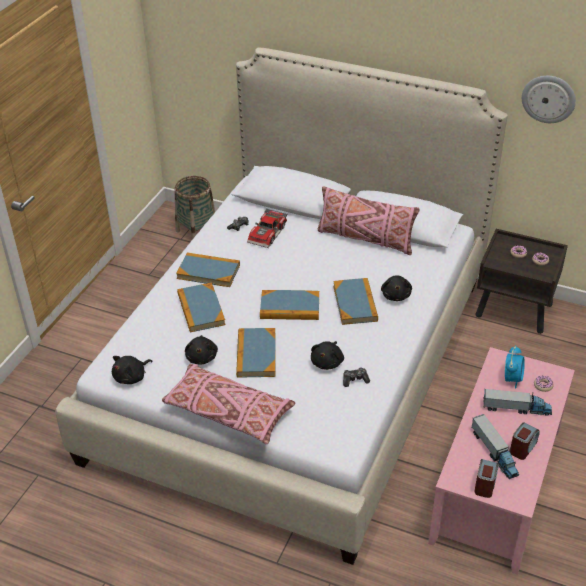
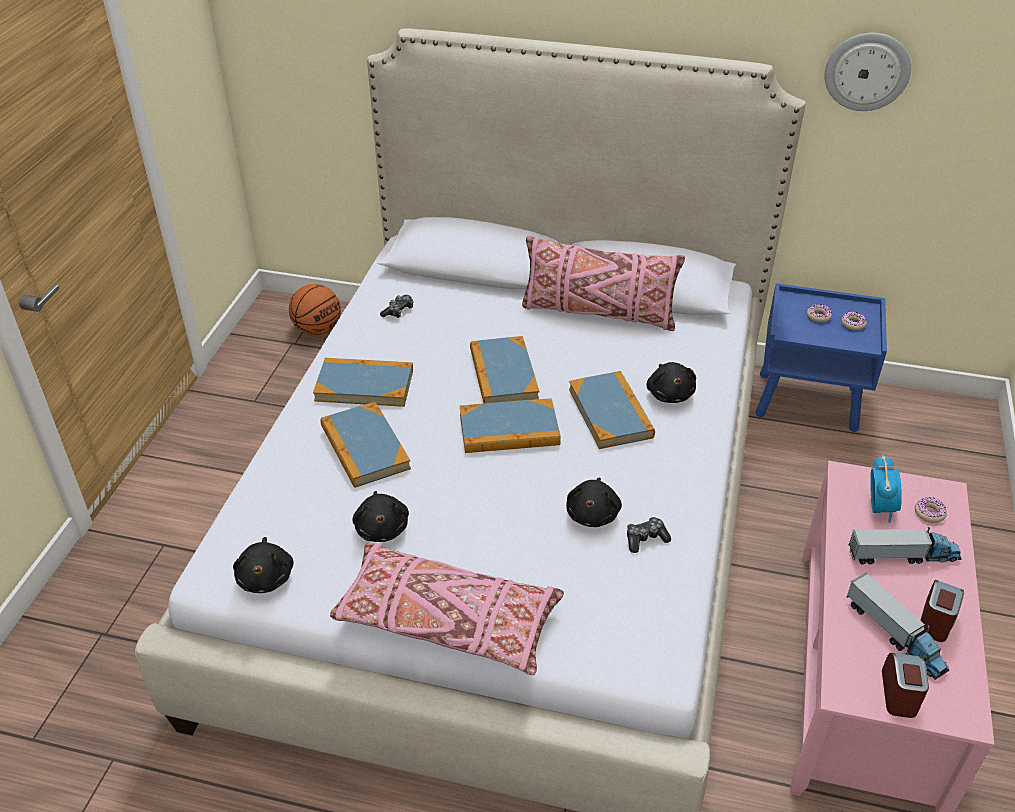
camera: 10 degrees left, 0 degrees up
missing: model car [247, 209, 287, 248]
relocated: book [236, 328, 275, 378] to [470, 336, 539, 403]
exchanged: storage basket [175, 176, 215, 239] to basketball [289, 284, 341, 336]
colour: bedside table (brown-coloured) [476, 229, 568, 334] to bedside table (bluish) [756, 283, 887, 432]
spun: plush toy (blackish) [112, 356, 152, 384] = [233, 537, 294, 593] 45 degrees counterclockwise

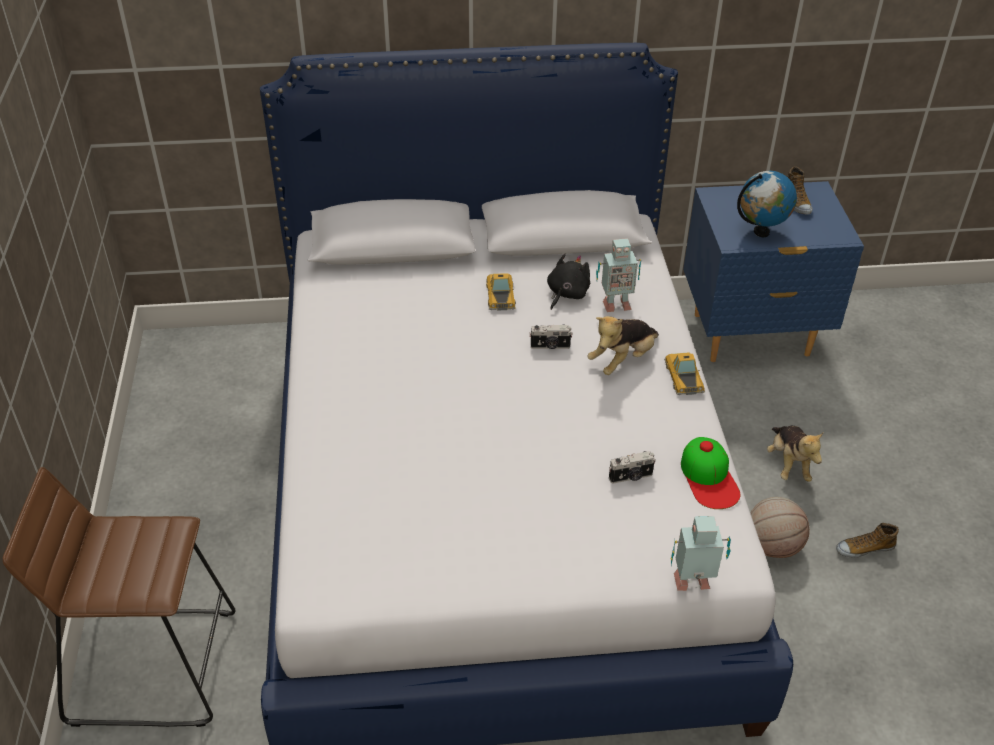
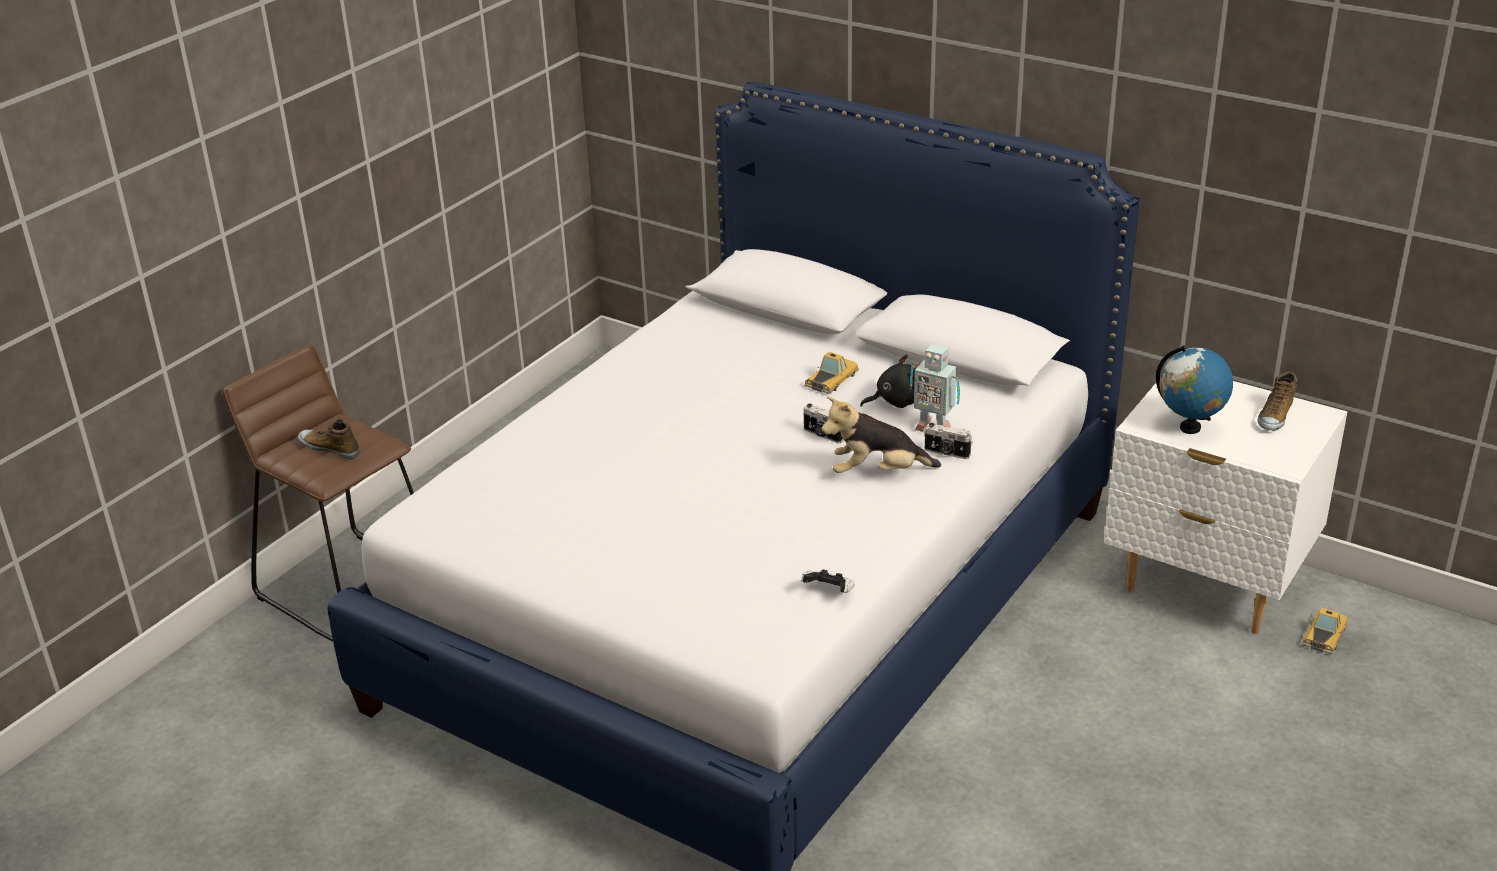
camera: 40 degrees right, 10 degrees down
missing: model robot [671, 516, 731, 591]; basketball [751, 497, 810, 558]; plush toy [767, 426, 823, 481]
relocated: item of footwear [836, 523, 899, 558] to [298, 419, 360, 459]; photo camera [609, 451, 656, 483] to [924, 423, 973, 459]; model car [664, 352, 705, 395] to [1302, 608, 1348, 654]
exchanged: cap [681, 437, 740, 509] to gamepad [801, 569, 855, 593]
colour: bedside table (bluish) [683, 181, 864, 362] to bedside table (white) [1104, 381, 1347, 634]

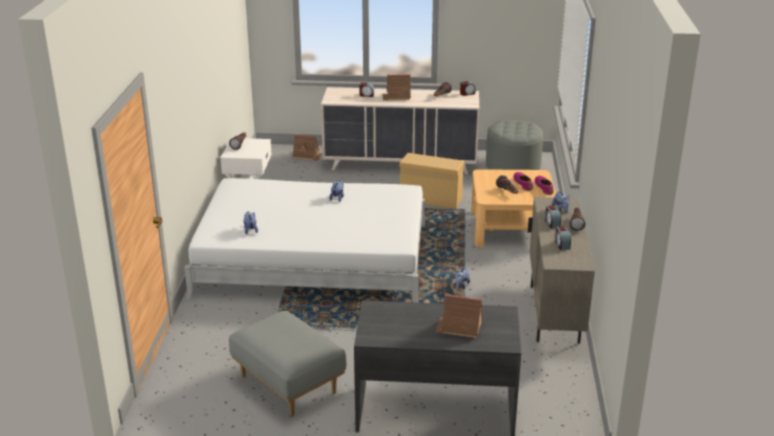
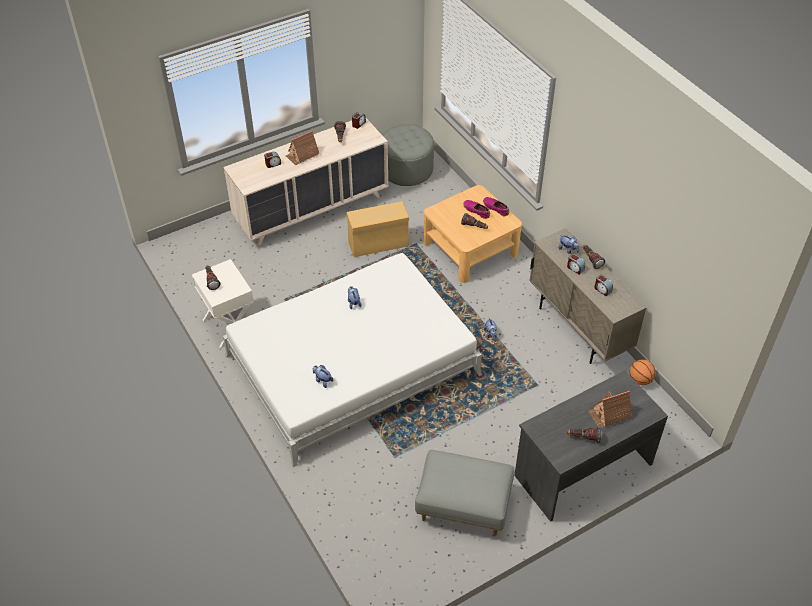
camera: 35 degrees left, 20 degrees up
missing: model house [293, 134, 322, 161]
appeared: flashlight [567, 427, 602, 443]; basketball [630, 360, 656, 385]

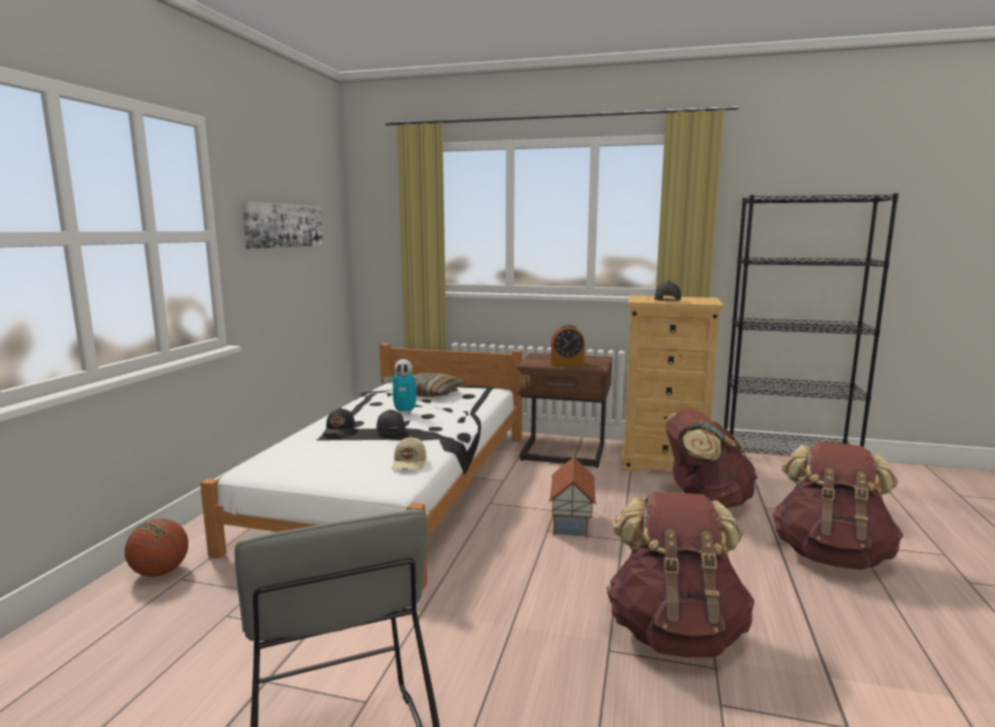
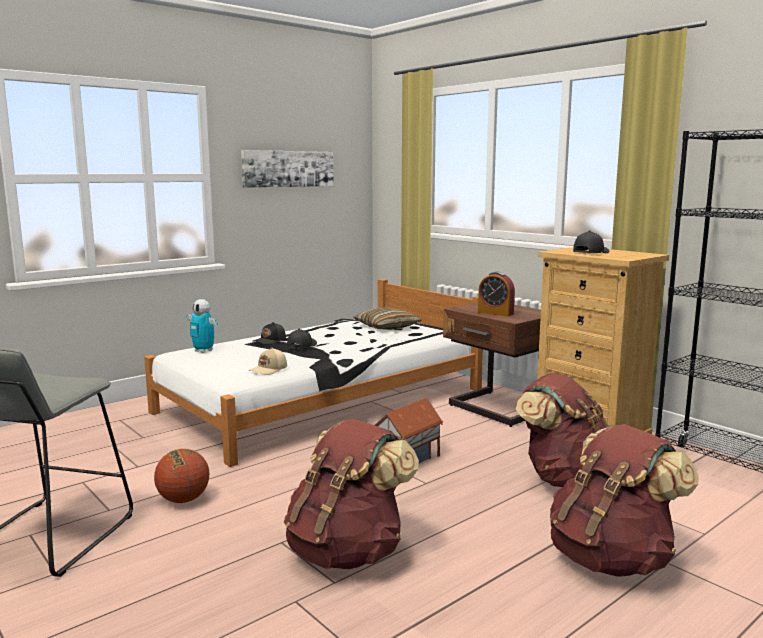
camera: 35 degrees right, 0 degrees up
relocated: basketball [125, 519, 188, 577] to [154, 449, 209, 503]; model robot [380, 359, 428, 414] to [187, 299, 218, 353]

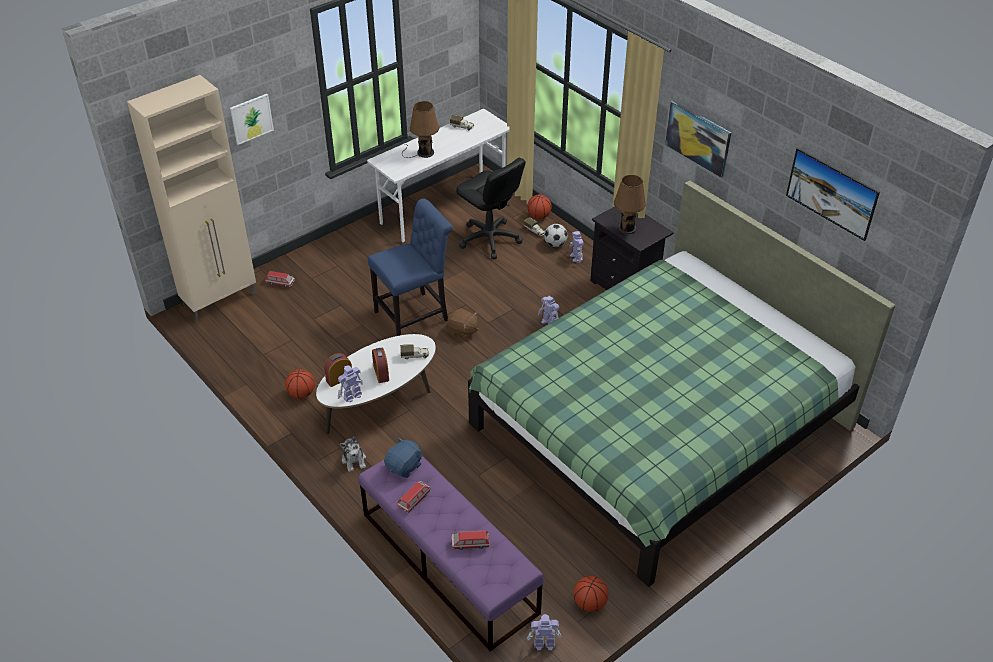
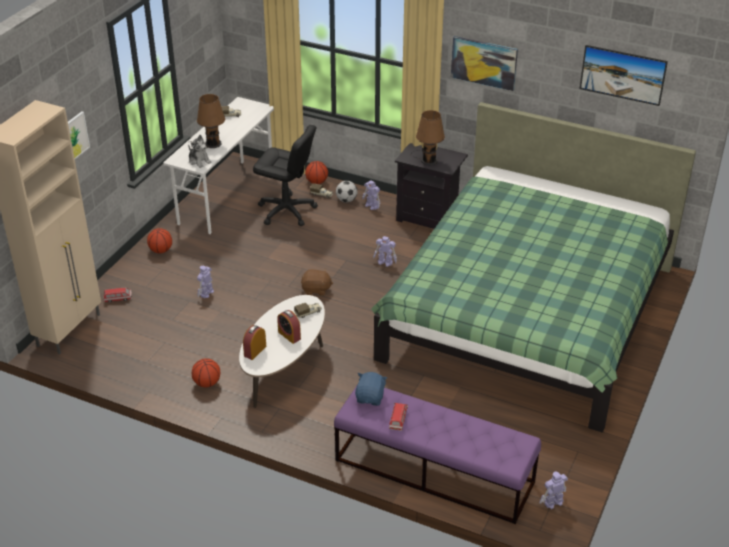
camera: 25 degrees left, 5 degrees down
missing: plain chair (bluish) [368, 199, 453, 336]; model car [452, 530, 490, 550]
relocated: basketball [574, 576, 608, 612] to [147, 228, 172, 253]; plush toy [340, 436, 366, 472] to [188, 135, 212, 168]; model robot [338, 366, 363, 402] to [197, 266, 214, 298]

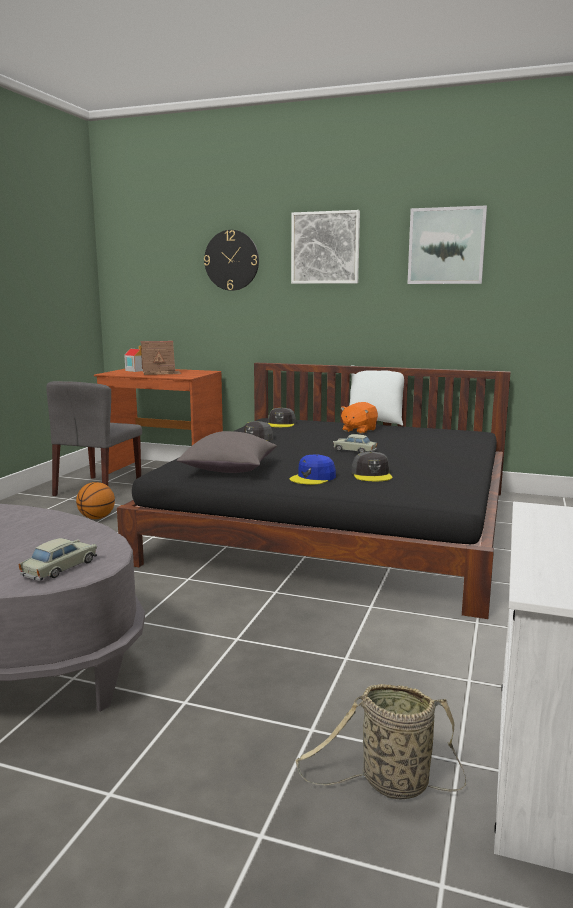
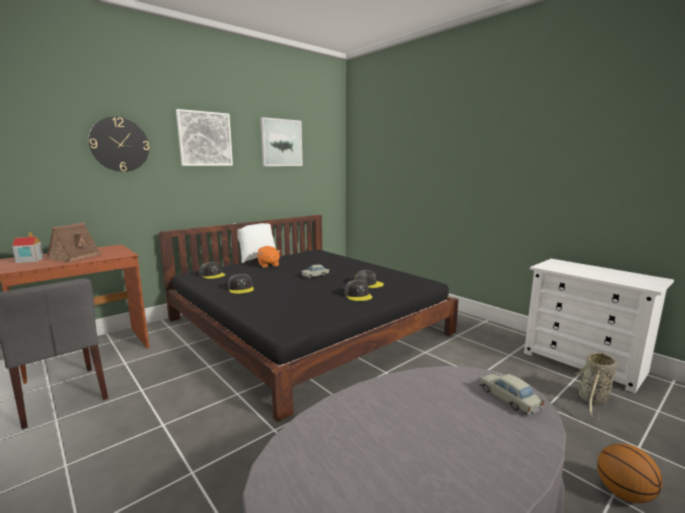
camera: 60 degrees left, 0 degrees up
missing: pillow (grey) [177, 431, 277, 473]
relocated: basketball [76, 482, 115, 519] to [597, 443, 663, 503]
colour: cap (bluish) [290, 454, 336, 485] to cap (grey) [344, 280, 372, 301]

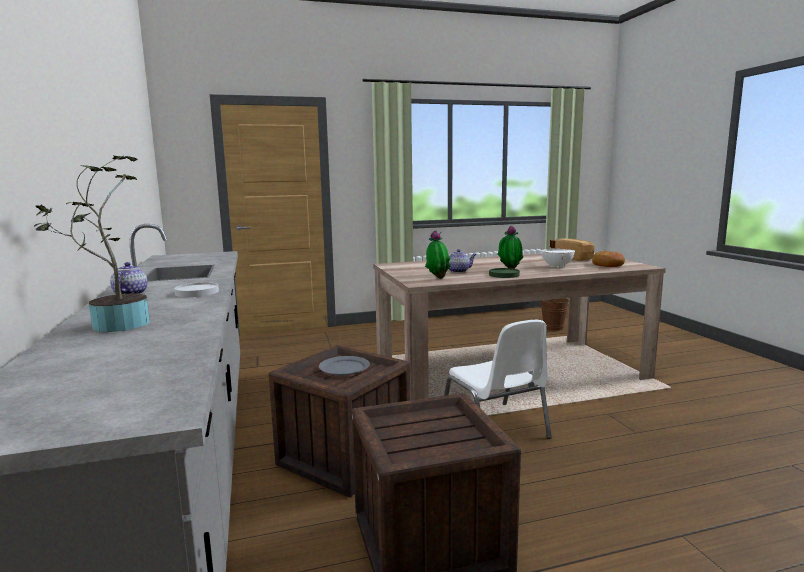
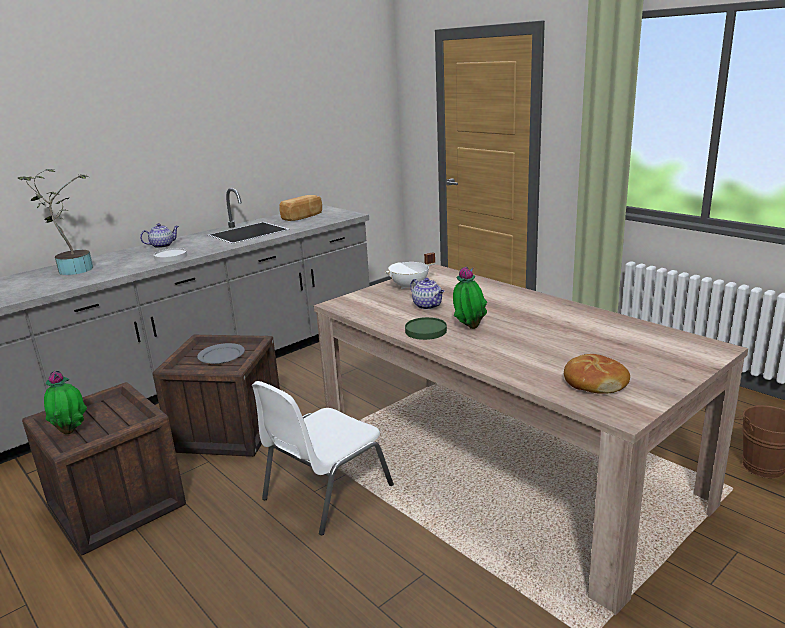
camera: 65 degrees right, 10 degrees up
relocated: potted plant [425, 230, 450, 279] to [44, 371, 87, 434]; baked bread [555, 239, 594, 261] to [280, 195, 322, 221]; saucepot (white) [541, 240, 575, 268] to [385, 252, 435, 289]

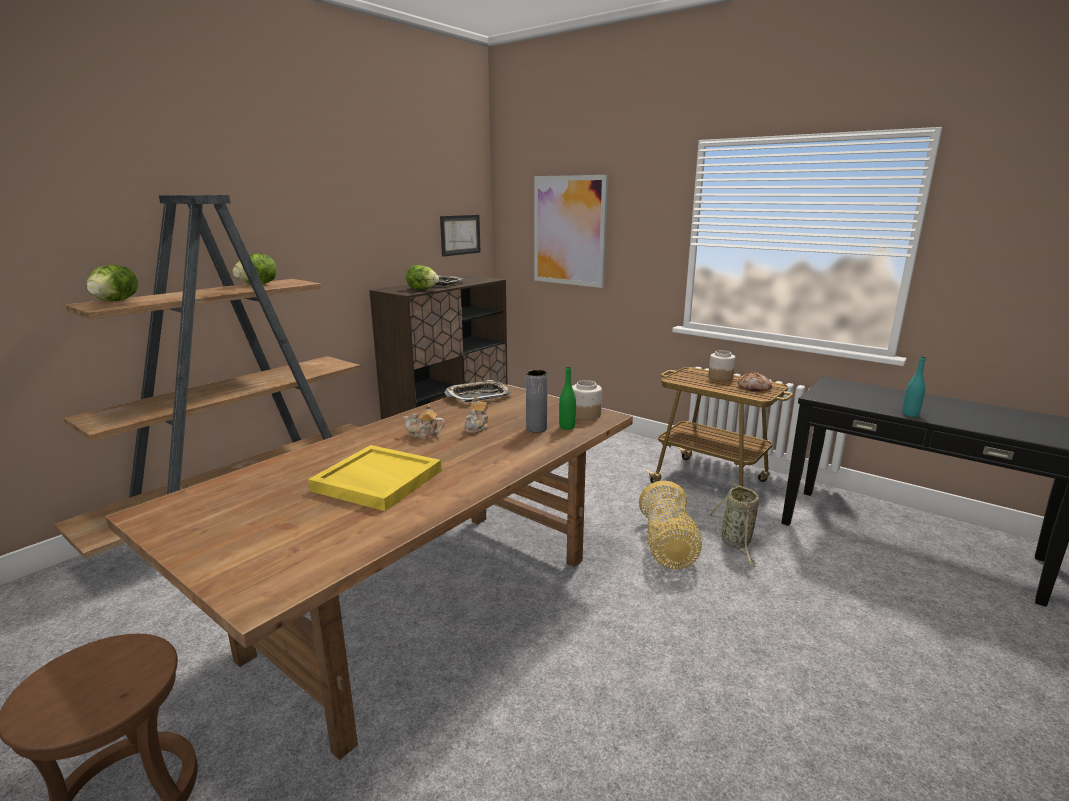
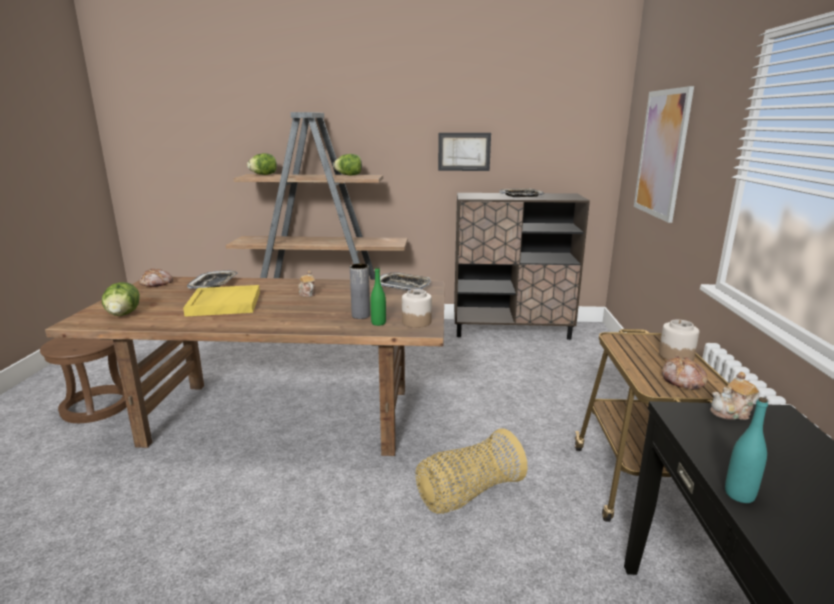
camera: 55 degrees right, 0 degrees up
missing: storage basket [708, 484, 759, 567]
appeared: baked bread [139, 268, 173, 287]; serving tray [187, 271, 238, 289]
relocated: lettuce [406, 265, 439, 290] to [102, 282, 140, 316]; wall picture [440, 215, 481, 257] to [438, 133, 491, 171]; teapot [465, 396, 489, 433] to [710, 372, 759, 420]

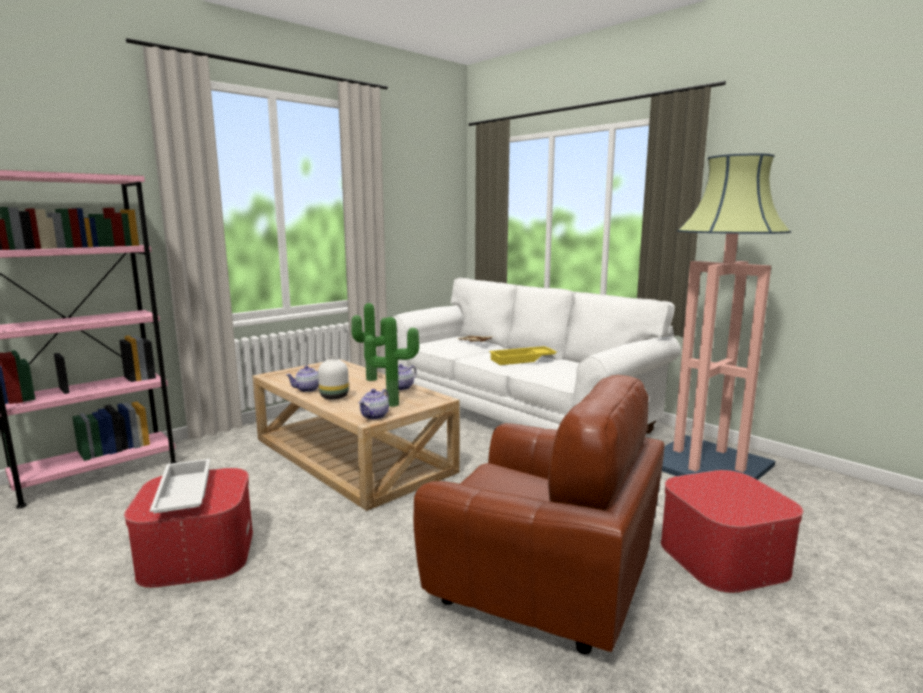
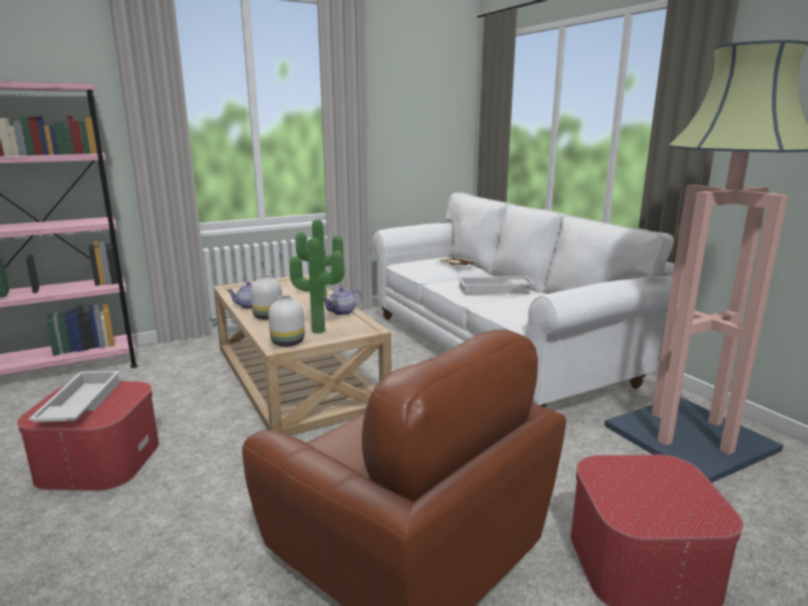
camera: 15 degrees right, 5 degrees up
exchanged: teapot [358, 389, 389, 419] to flower vase (white) [268, 295, 305, 347]
colour: serving tray (yellow) [489, 346, 557, 365] to serving tray (white) [458, 276, 535, 295]

